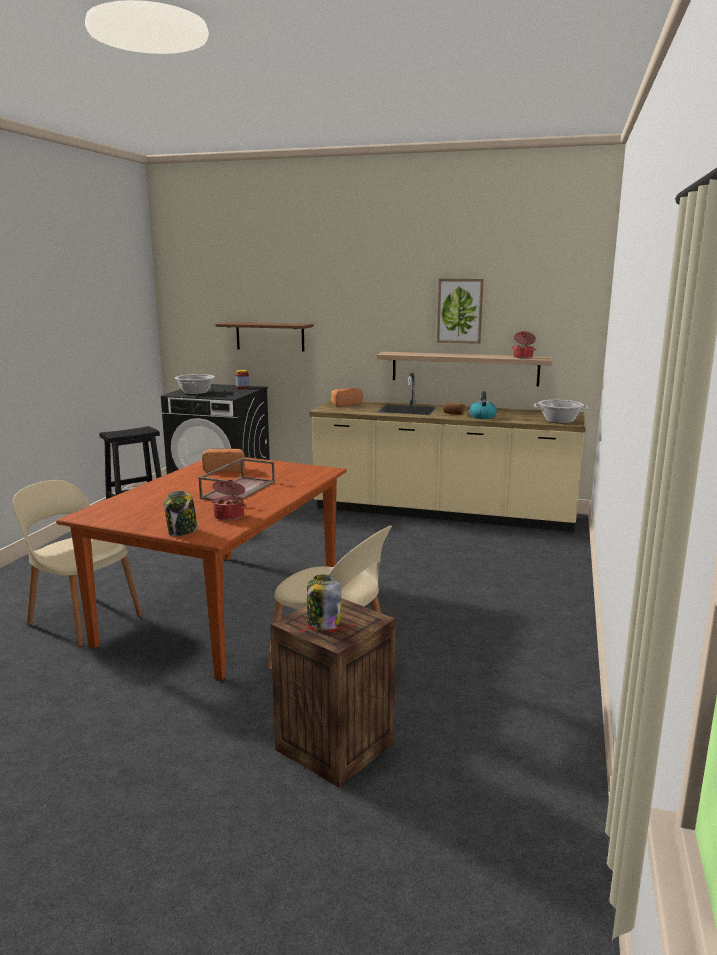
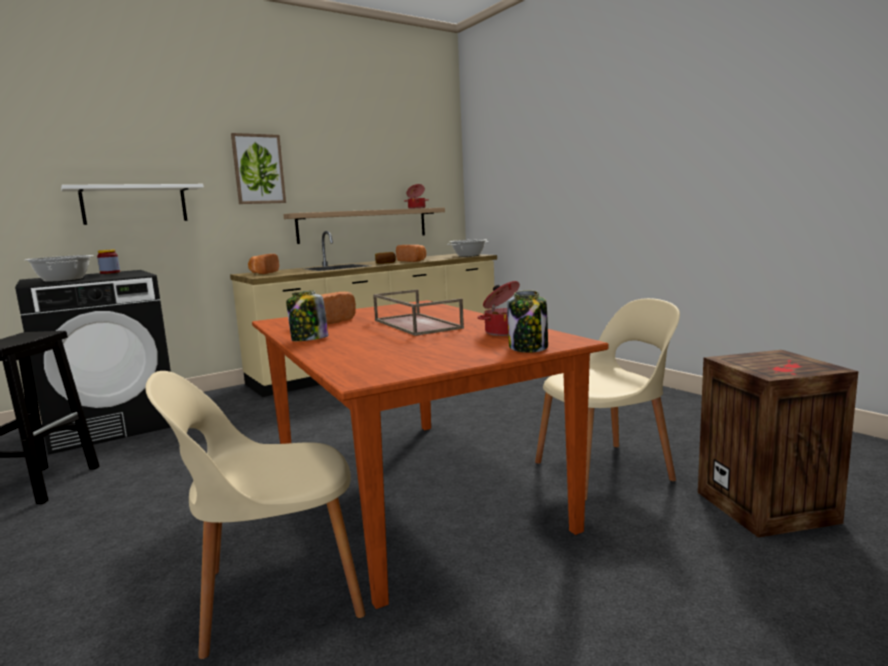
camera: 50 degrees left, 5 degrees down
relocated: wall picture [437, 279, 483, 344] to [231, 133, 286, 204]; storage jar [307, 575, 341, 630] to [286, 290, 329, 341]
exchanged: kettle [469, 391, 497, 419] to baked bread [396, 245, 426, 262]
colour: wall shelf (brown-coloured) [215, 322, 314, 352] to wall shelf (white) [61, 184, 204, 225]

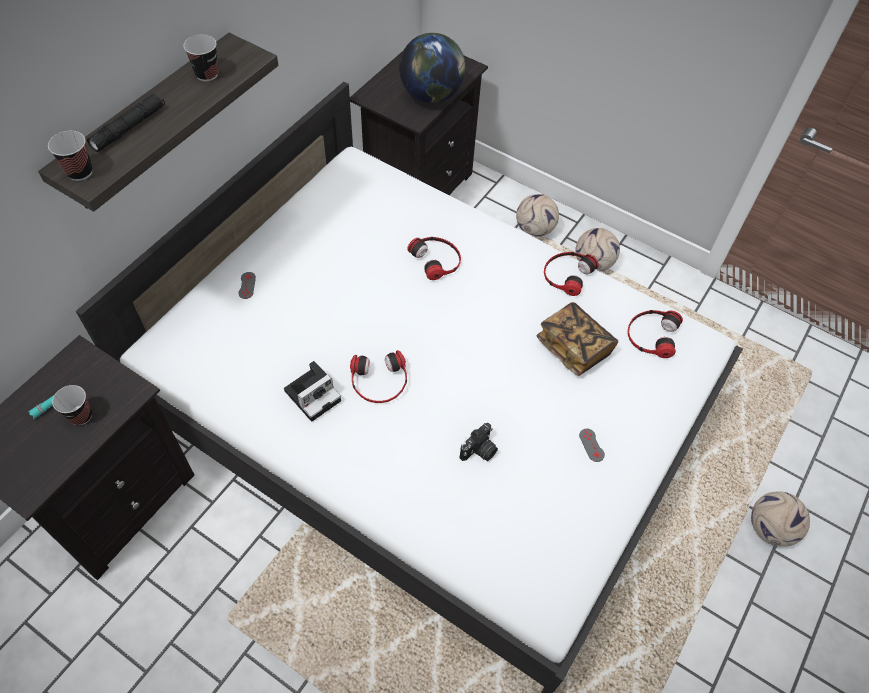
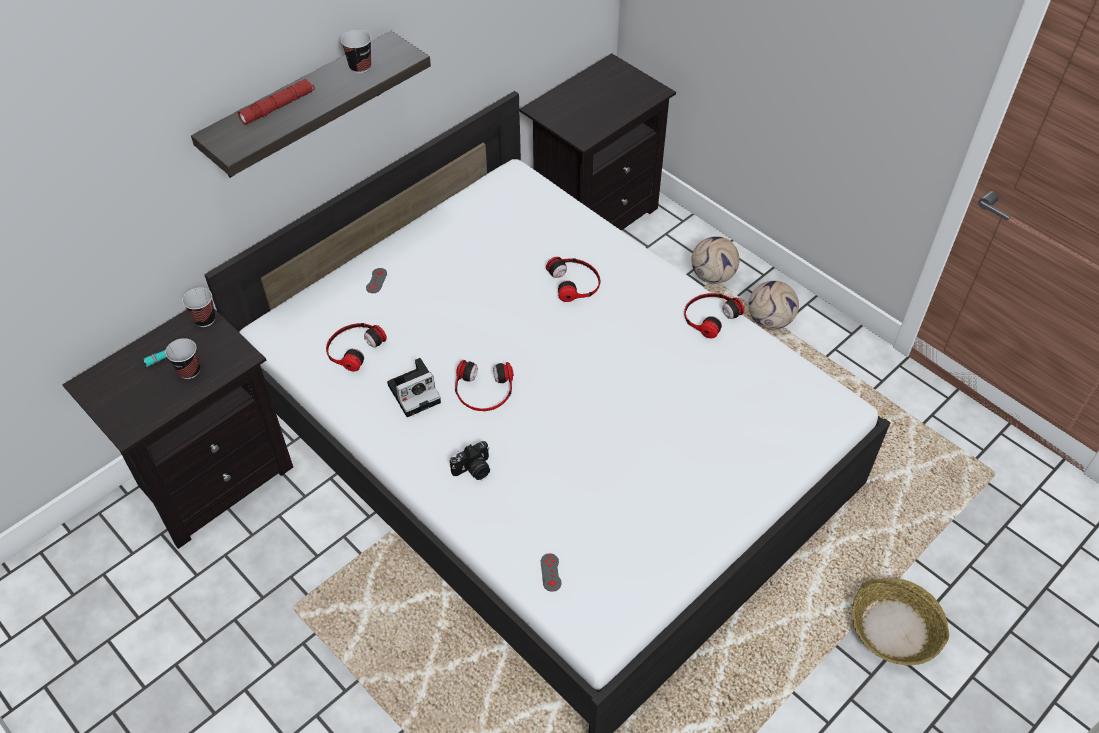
camera: 15 degrees right, 5 degrees down
missing: world globe [399, 33, 466, 103]; book [536, 302, 618, 376]
relocated: cup [48, 131, 92, 181] to [182, 287, 215, 327]; headphones [628, 310, 683, 358] to [326, 323, 387, 371]; photo camera [459, 423, 498, 461] to [450, 441, 490, 480]; gamepad (grey) [579, 428, 605, 462] to [541, 553, 562, 592]
exchanged: ball for football [751, 491, 810, 547] to storage basket [852, 578, 949, 665]
colour: flashlight (blackish) [87, 94, 165, 152] to flashlight (reddish) [238, 79, 315, 125]

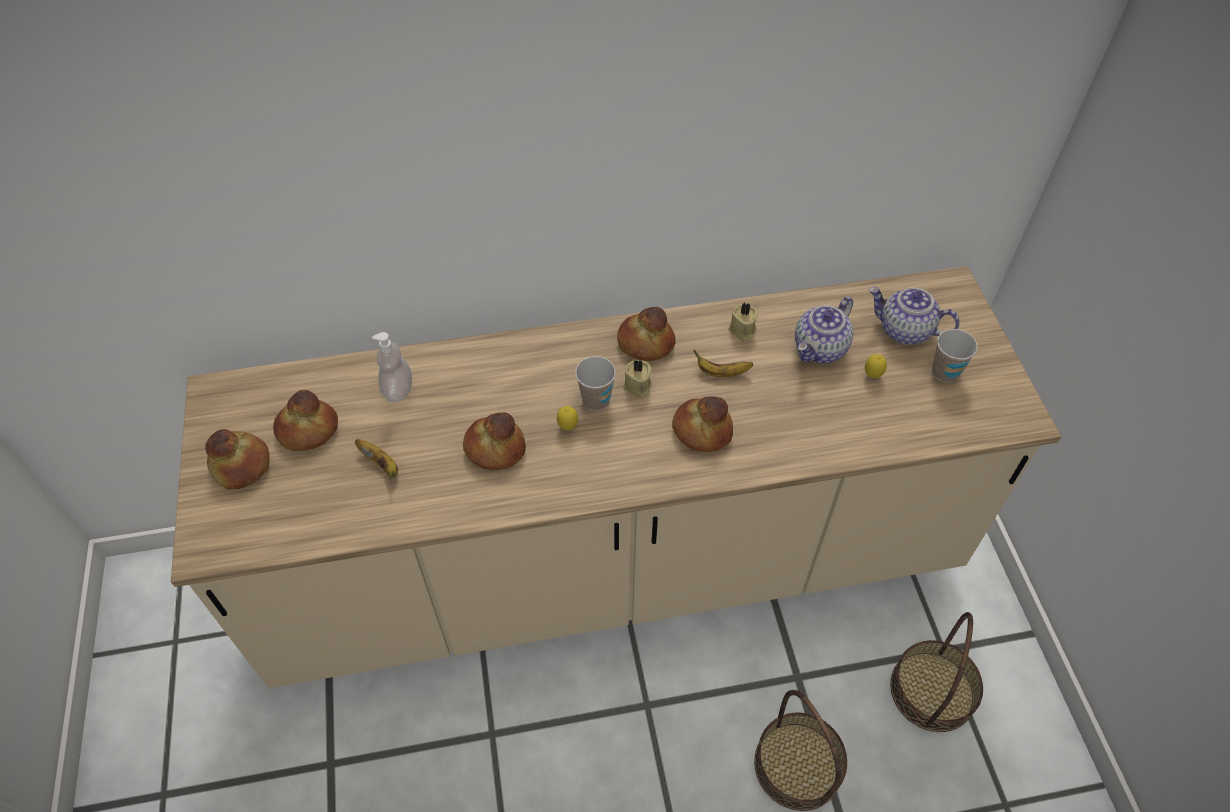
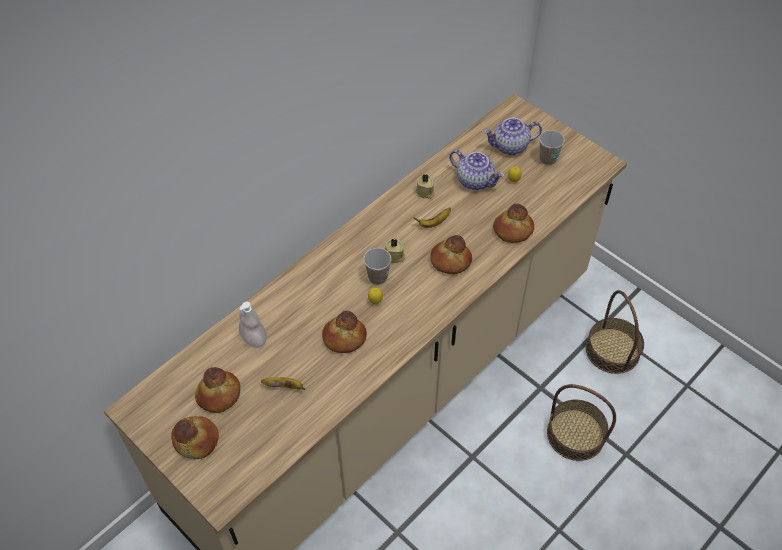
camera: 35 degrees left, 0 degrees up
relocated: baked bread [617, 307, 676, 361] to [493, 204, 534, 243]
spun: teapot [795, 296, 853, 363] = [449, 150, 504, 190] 60 degrees counterclockwise

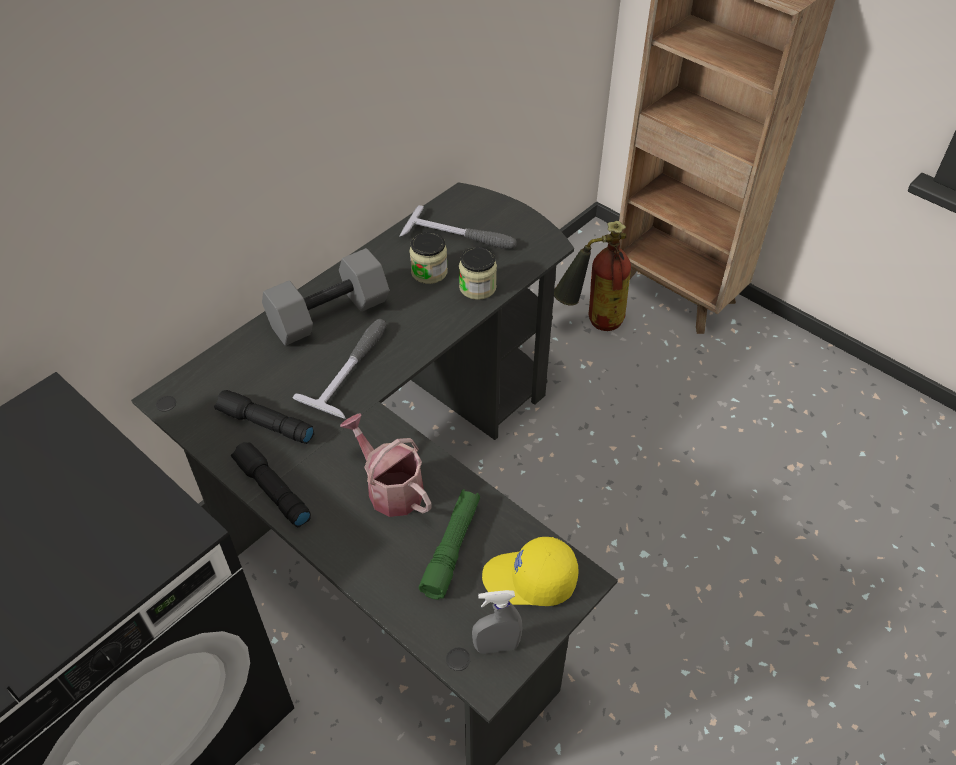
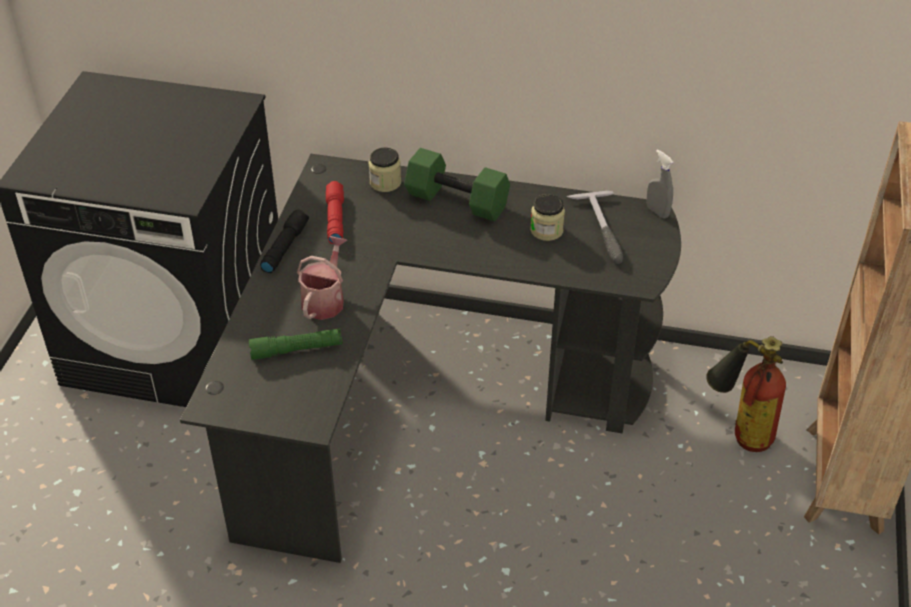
camera: 60 degrees right, 5 degrees down
missing: tool hammer [292, 319, 386, 419]; cap (yellow) [482, 537, 578, 606]
relocated: storage jar [459, 247, 497, 300] to [369, 147, 401, 192]; sprayer (grey) [472, 590, 523, 654] to [646, 149, 673, 219]
colour: flashlight (blackish) [214, 390, 314, 444] to flashlight (reddish) [326, 181, 344, 244]; hand weight (grey) [262, 248, 389, 346] to hand weight (green) [404, 148, 510, 221]

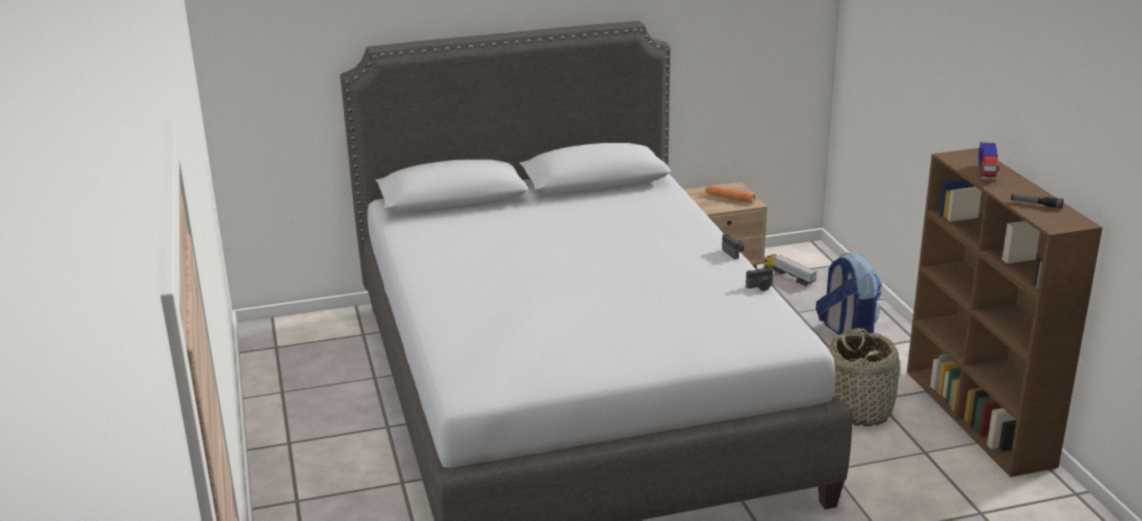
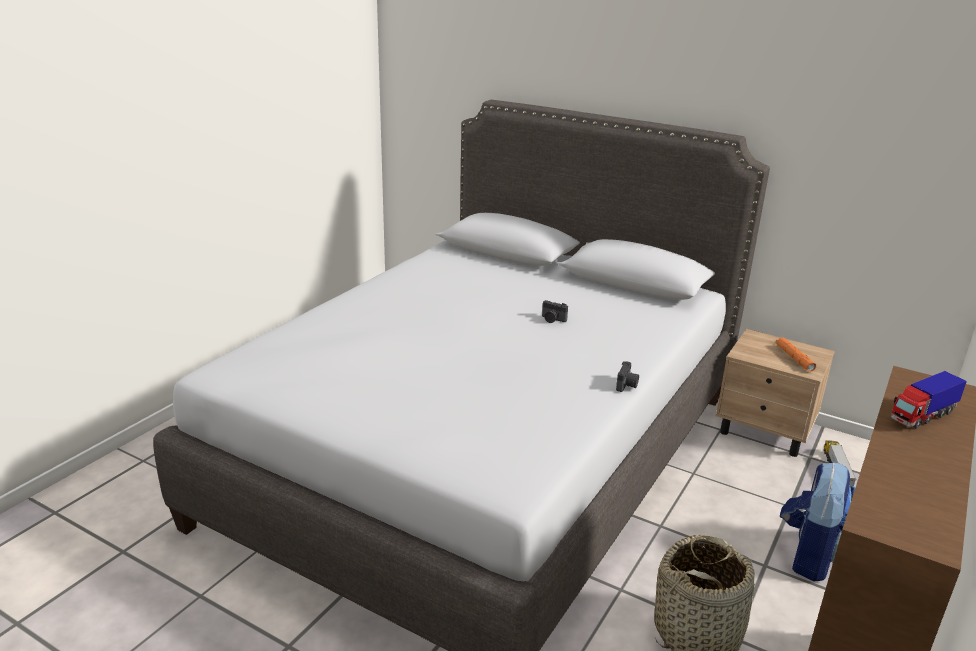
camera: 45 degrees right, 0 degrees up
missing: flashlight [1011, 194, 1064, 209]
relocated: photo camera [746, 266, 773, 291] to [542, 300, 568, 323]

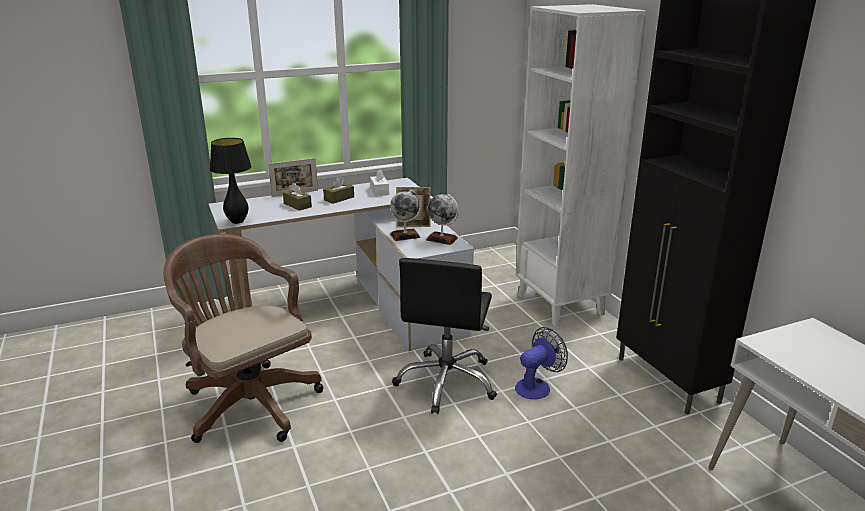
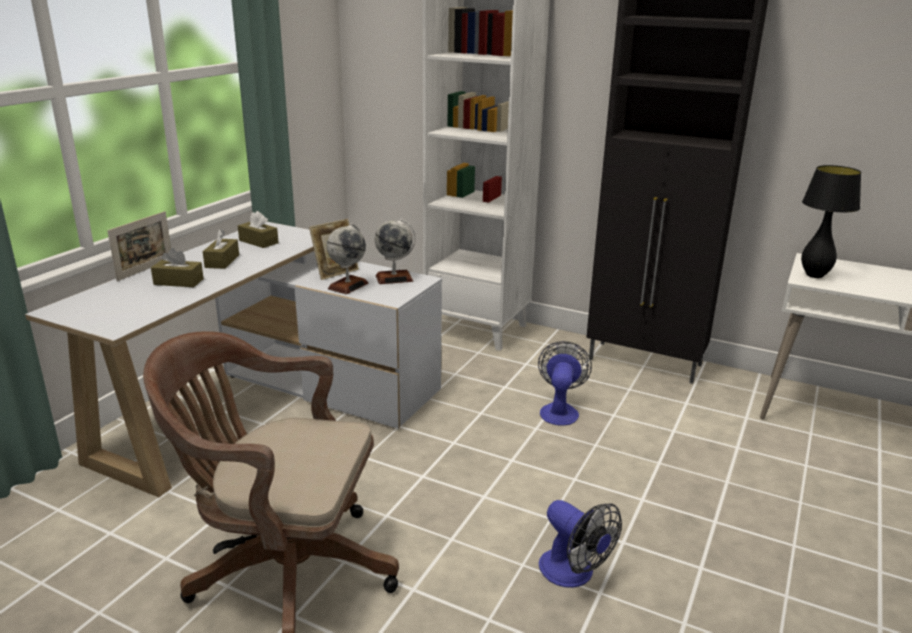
camera: 40 degrees left, 0 degrees up
missing: computer chair (blackish) [392, 258, 497, 414]
appeared: cooling fan [539, 500, 622, 588]
relocated: tabletop lamp (blackish) [210, 138, 252, 224] to [801, 165, 861, 278]
colour: tissue box (white) [370, 170, 389, 196] to tissue box (brown-coloured) [238, 211, 279, 248]

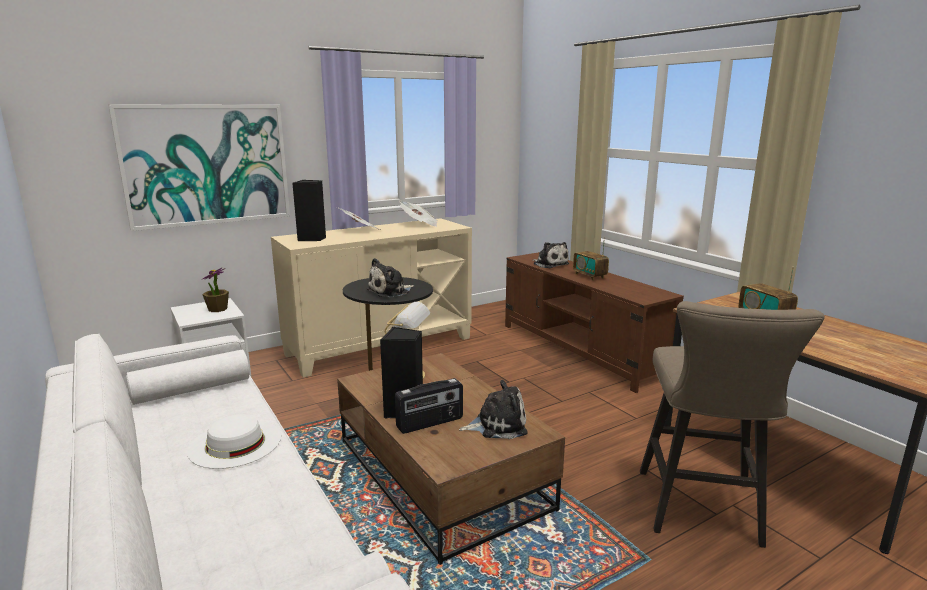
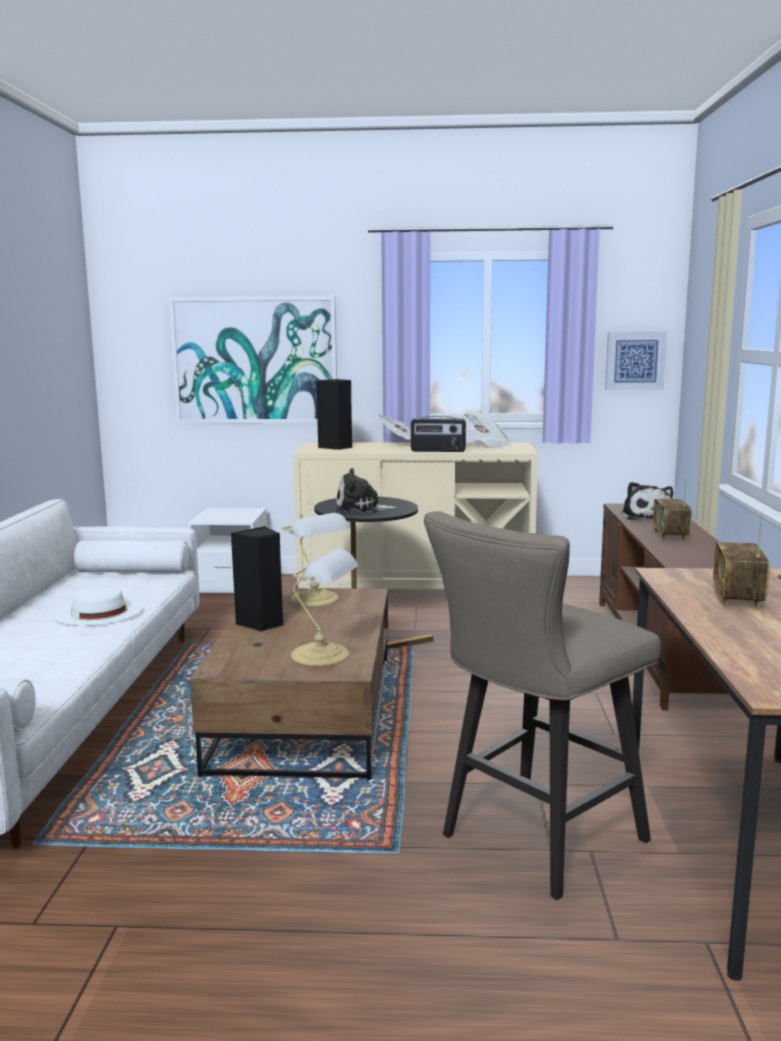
camera: 35 degrees right, 5 degrees down
missing: potted plant [201, 268, 229, 312]
appeared: wall picture [605, 332, 667, 390]
relocated: radio set [395, 378, 463, 434] to [411, 416, 466, 452]
exchanged: plush toy [459, 380, 528, 439] to tabletop lamp [291, 549, 358, 666]

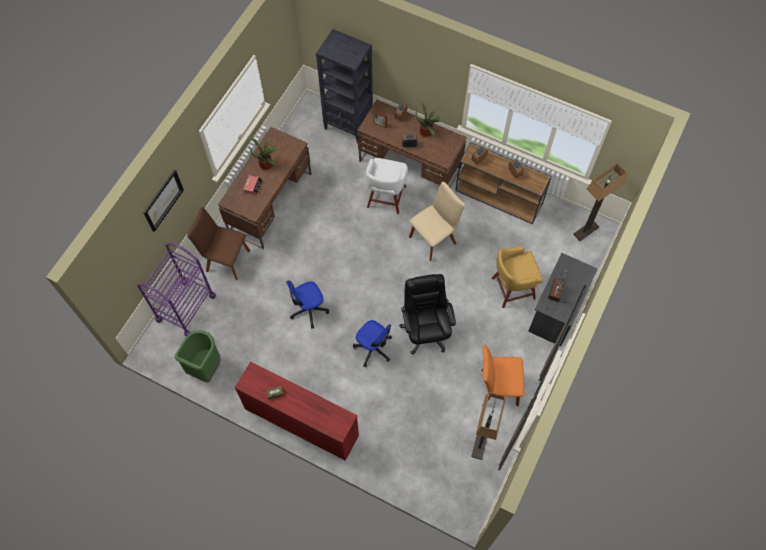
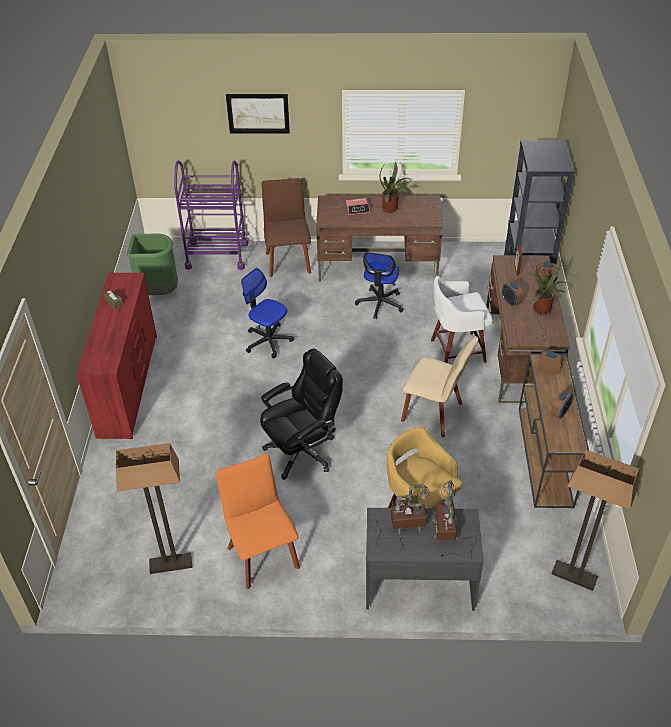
camera: 65 degrees right, 20 degrees down
appeared: tabletop lamp [432, 480, 477, 559]
relocated: computer chair [353, 320, 392, 367] to [355, 252, 404, 319]

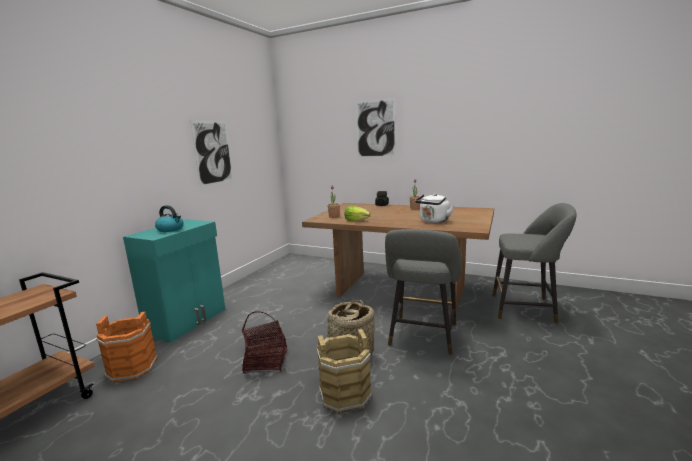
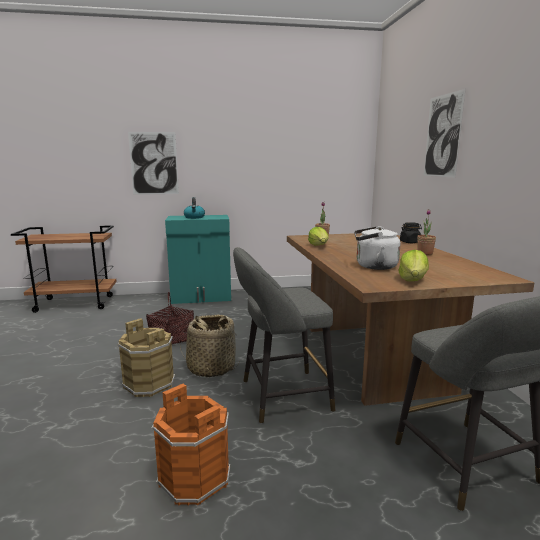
camera: 55 degrees right, 0 degrees up
appeared: lettuce [399, 250, 429, 281]
relocated: wall picture [191, 121, 233, 186] to [128, 132, 179, 195]; water bucket (orangey) [96, 312, 157, 383] to [151, 384, 230, 506]

